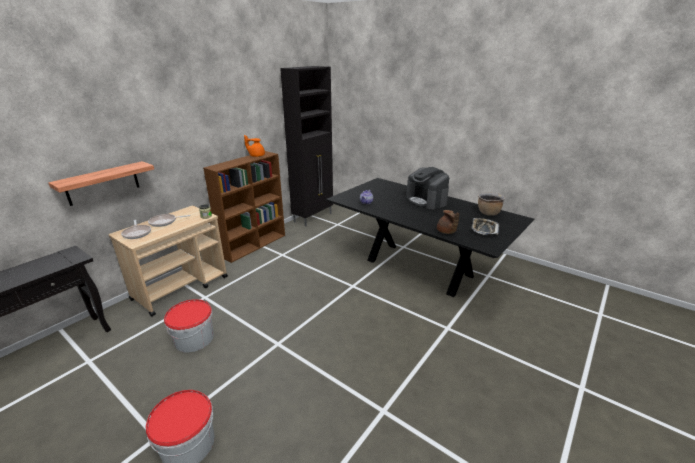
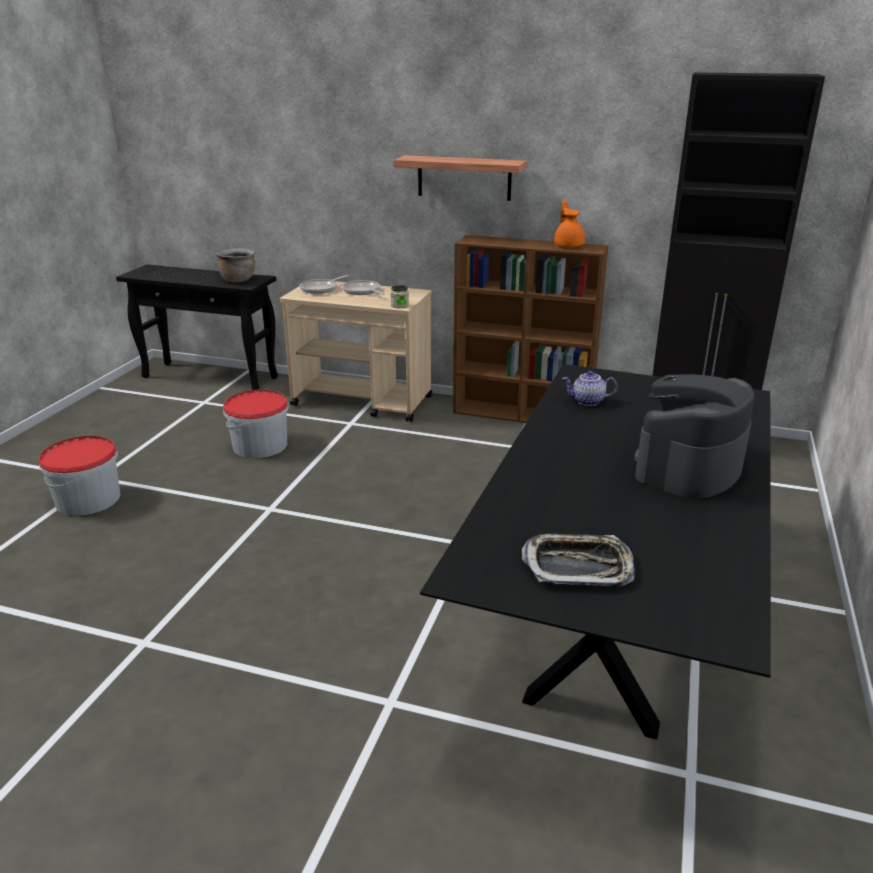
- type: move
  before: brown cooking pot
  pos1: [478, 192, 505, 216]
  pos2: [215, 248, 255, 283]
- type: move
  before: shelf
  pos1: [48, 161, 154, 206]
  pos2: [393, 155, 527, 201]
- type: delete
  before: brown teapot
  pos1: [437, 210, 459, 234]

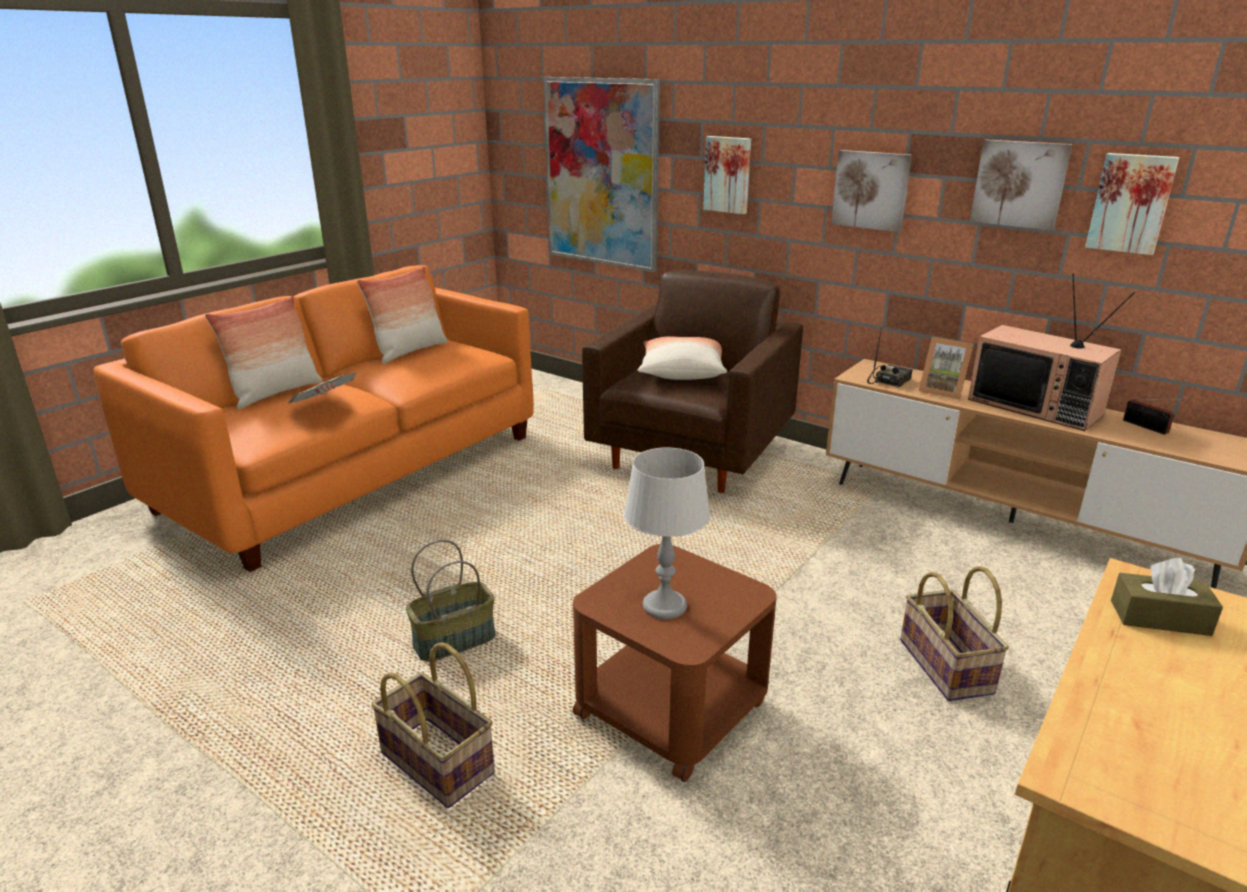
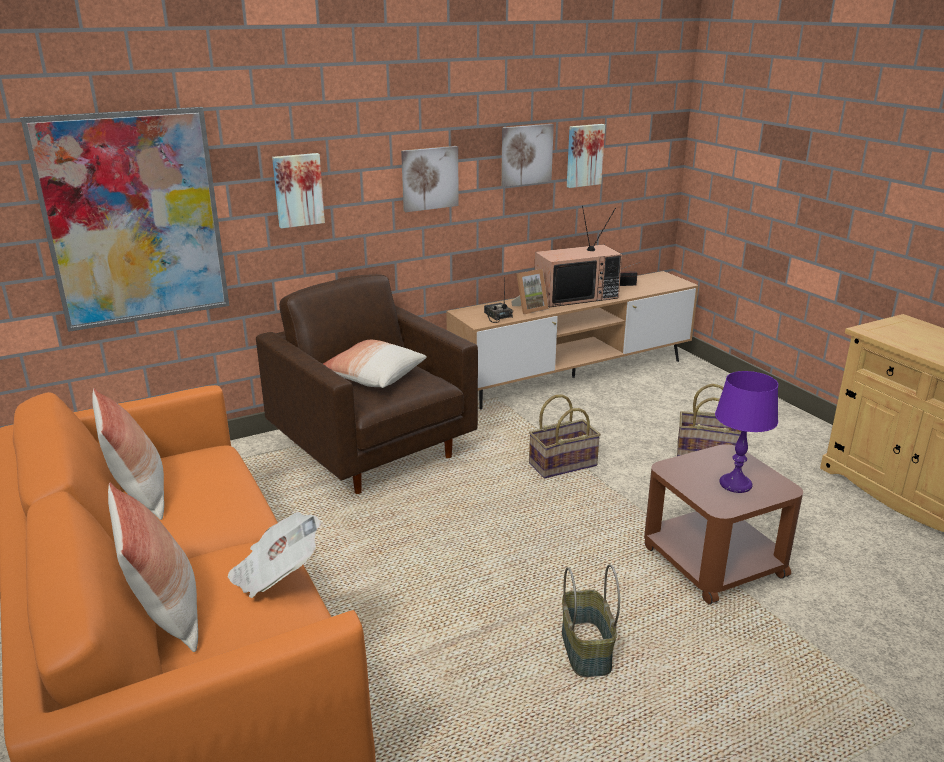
- type: move
  before: basket
  pos1: [371, 642, 495, 808]
  pos2: [529, 394, 601, 478]
- type: recolor
  before: grey table lamp
  after: purple table lamp
  pos1: [624, 447, 710, 619]
  pos2: [715, 371, 778, 493]
- type: delete
  before: brown tissue box
  pos1: [1111, 558, 1223, 636]

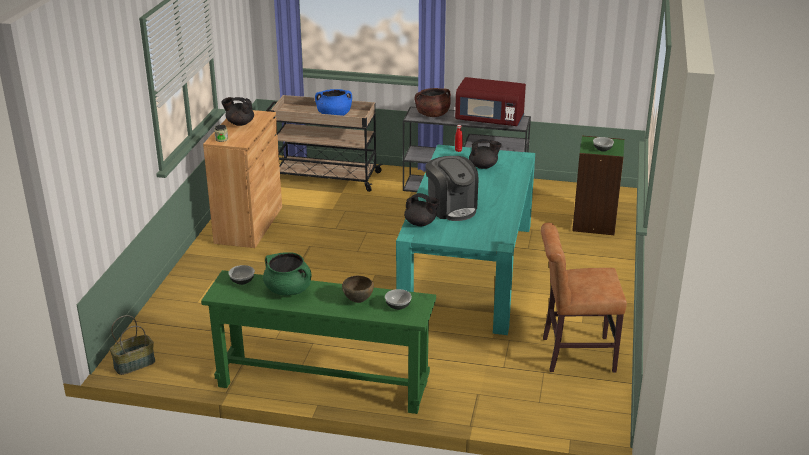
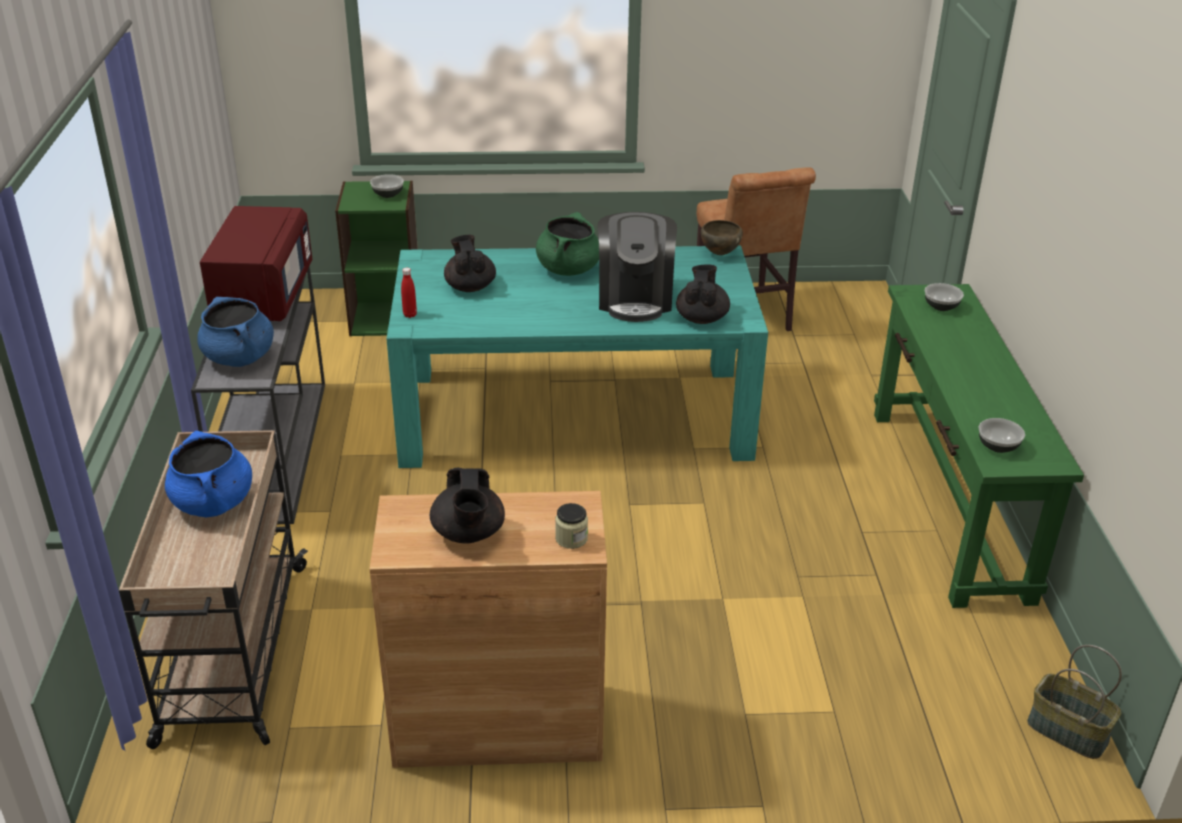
- type: recolor
  before: brown cooking pot
  after: blue cooking pot
  pos1: [415, 88, 451, 117]
  pos2: [197, 297, 274, 367]
- type: move
  before: green cooking pot
  pos1: [263, 252, 311, 295]
  pos2: [536, 212, 599, 276]
- type: rotate
  before: coffee machine
  pos1: [425, 156, 479, 221]
  pos2: [598, 212, 677, 322]
  turn: 135
- type: move
  before: brown bowl
  pos1: [342, 276, 374, 303]
  pos2: [701, 220, 743, 255]

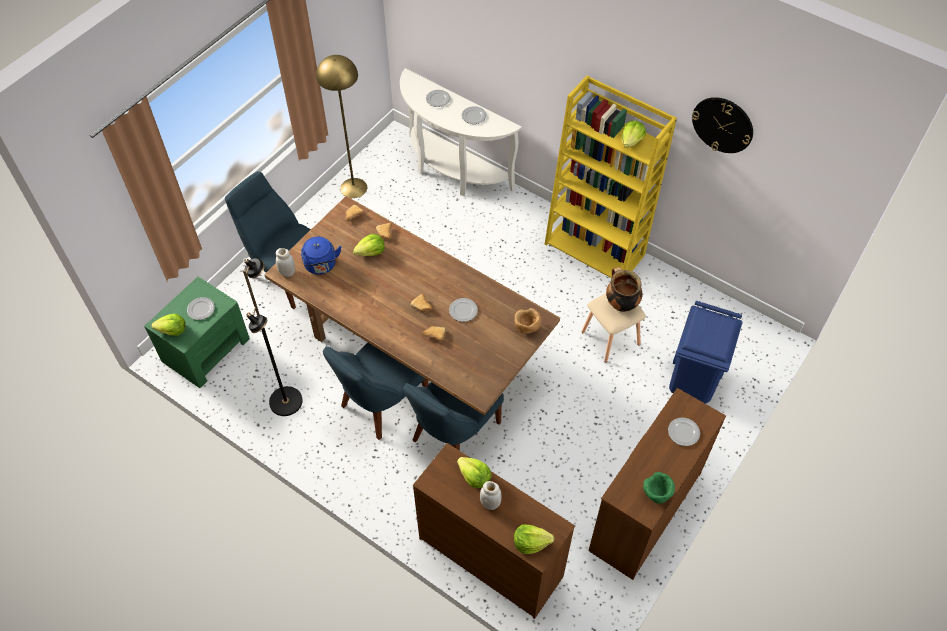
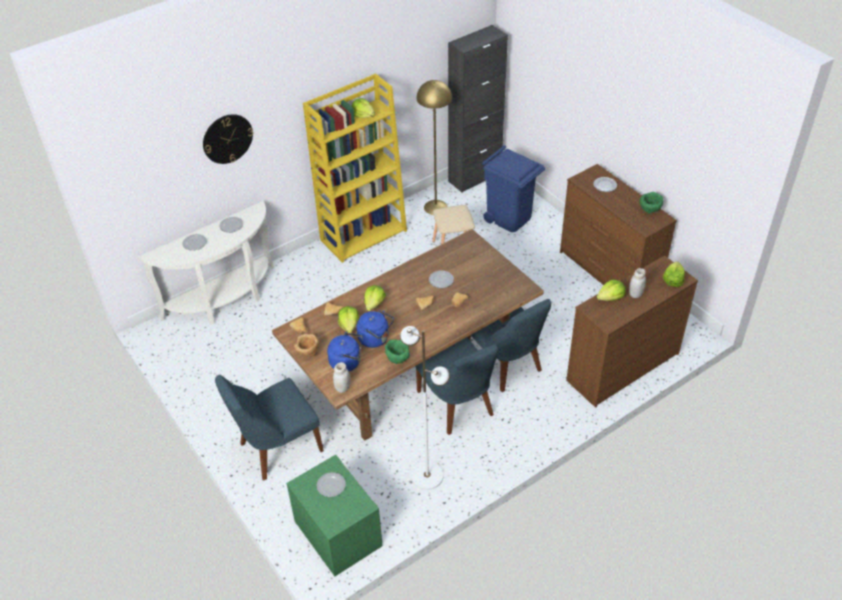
- type: move
  before: wall clock
  pos1: [692, 97, 753, 153]
  pos2: [203, 114, 253, 164]
- type: move
  before: brown bowl
  pos1: [515, 308, 541, 334]
  pos2: [294, 333, 319, 357]
- type: insert
  after: blue kettle
  pos2: [357, 310, 394, 348]
- type: move
  before: lettuce
  pos1: [151, 314, 186, 336]
  pos2: [364, 285, 386, 311]
- type: insert
  after: green bowl
  pos2: [385, 340, 410, 364]
- type: recolor
  before: black floor lamp
  after: white floor lamp
  pos1: [243, 258, 303, 416]
  pos2: [400, 326, 450, 490]
- type: move
  before: yellow floor lamp
  pos1: [316, 55, 367, 198]
  pos2: [417, 80, 452, 215]
- type: insert
  after: black cabinet
  pos2: [448, 25, 508, 193]
- type: delete
  before: cooking pot
  pos1: [606, 267, 642, 312]

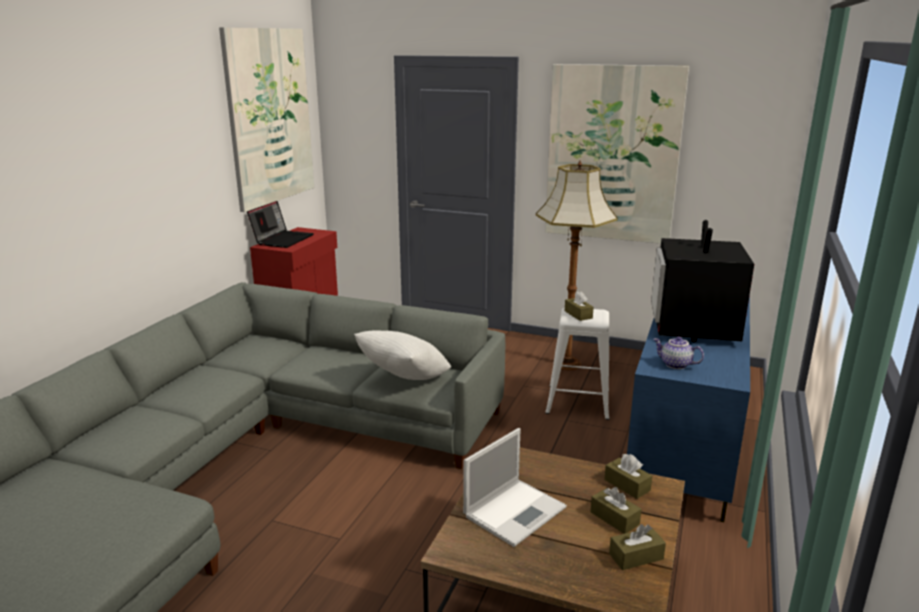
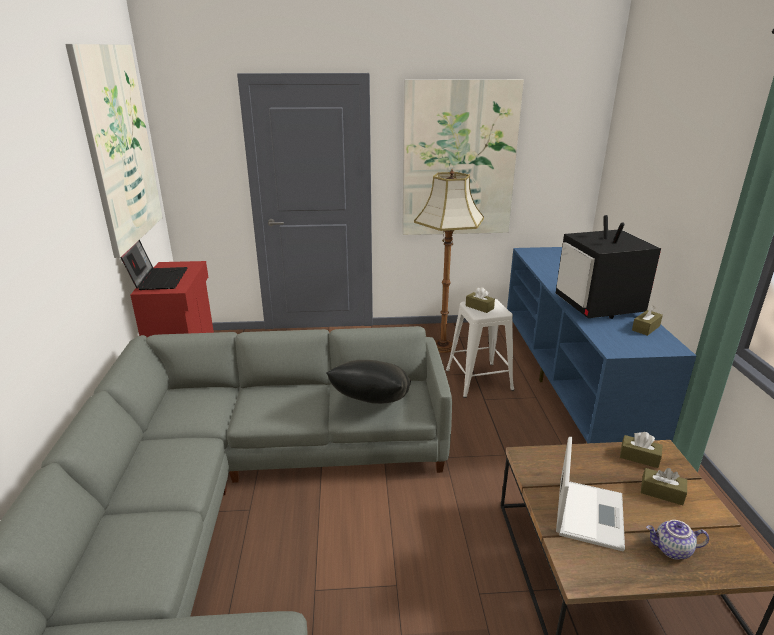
- type: recolor
  before: white pillow
  after: black pillow
  pos1: [354, 331, 451, 380]
  pos2: [326, 360, 411, 404]
- type: move
  before: brown tissue box
  pos1: [609, 524, 666, 570]
  pos2: [632, 305, 663, 336]
- type: move
  before: teapot
  pos1: [653, 337, 704, 369]
  pos2: [646, 520, 709, 560]

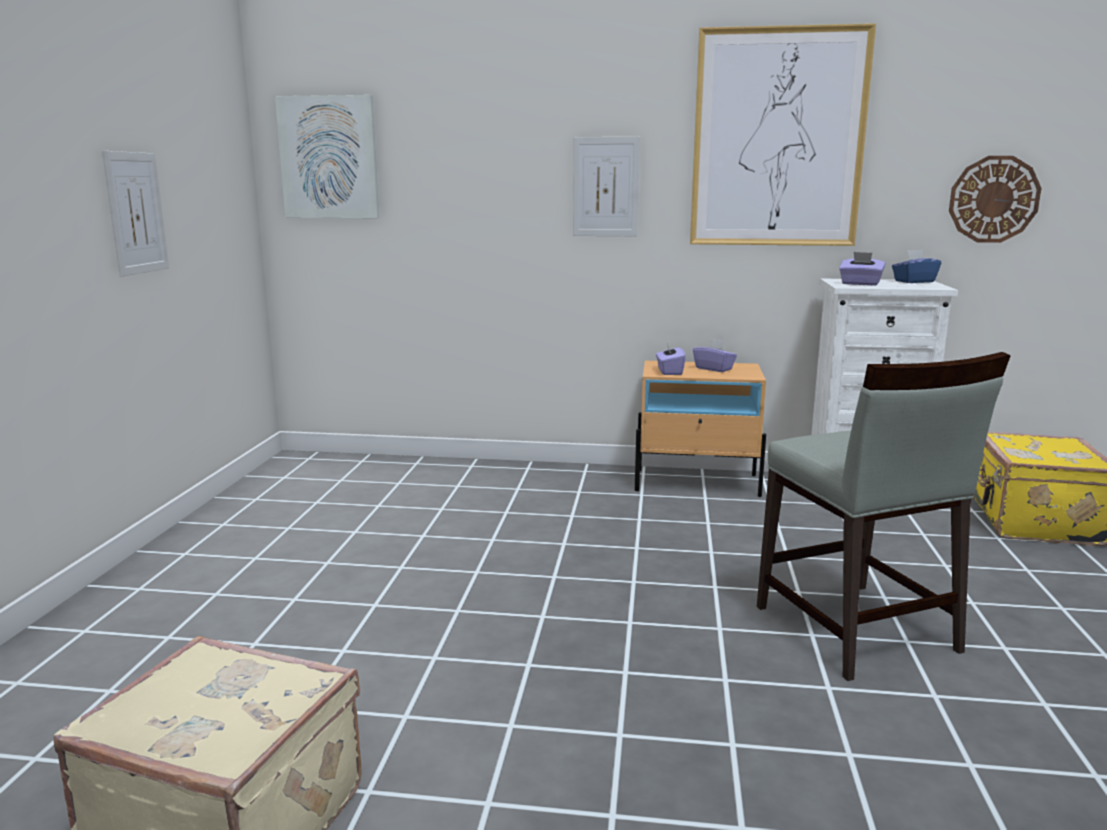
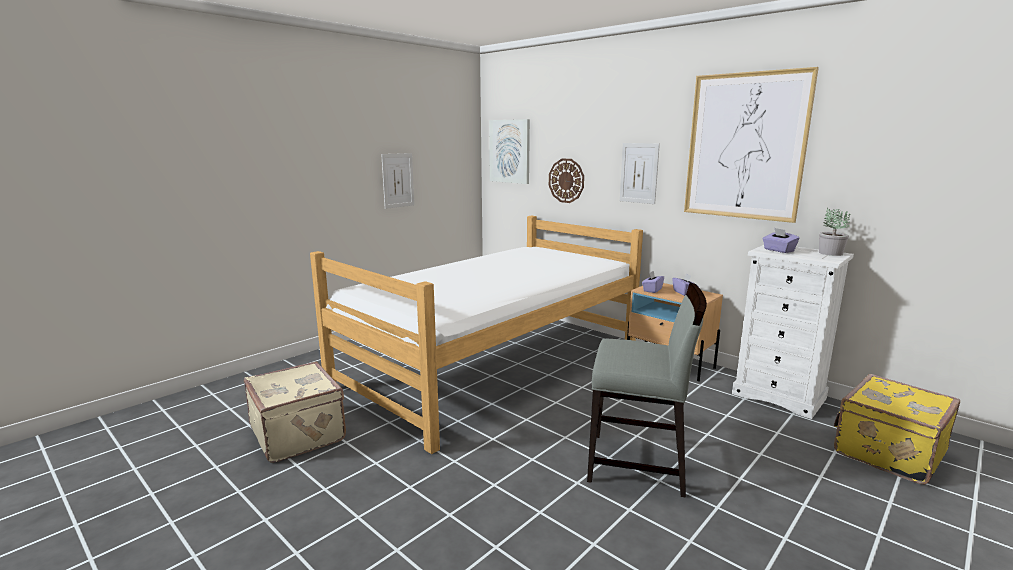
- type: insert
  after: bed
  pos2: [310, 216, 643, 454]
- type: move
  before: wall clock
  pos1: [949, 156, 1041, 243]
  pos2: [549, 158, 584, 203]
- type: rotate
  before: grey chair
  pos1: [757, 352, 1011, 681]
  pos2: [587, 283, 707, 498]
  turn: -90
- type: replace
  before: blue tissue box
  after: potted plant
  pos1: [892, 250, 941, 283]
  pos2: [819, 208, 850, 256]

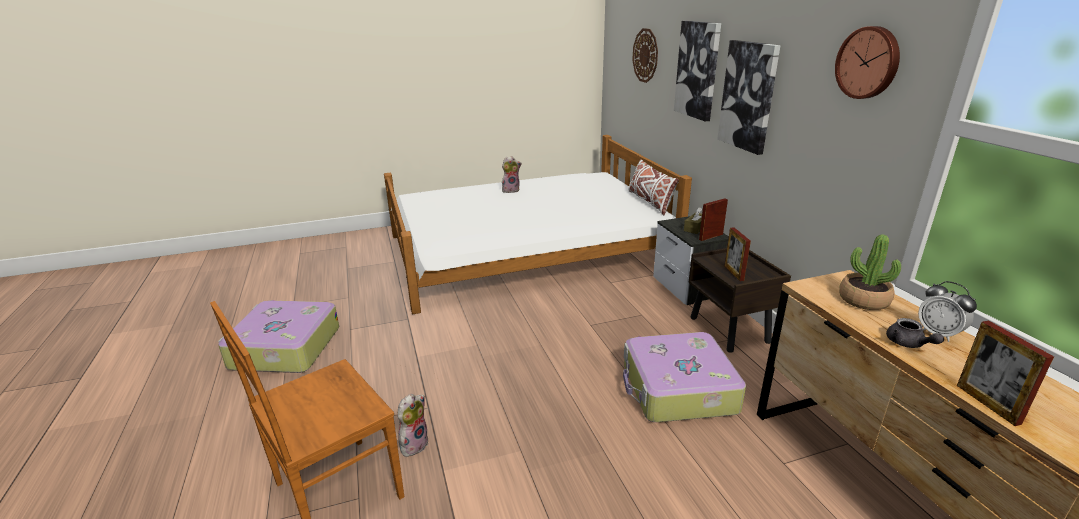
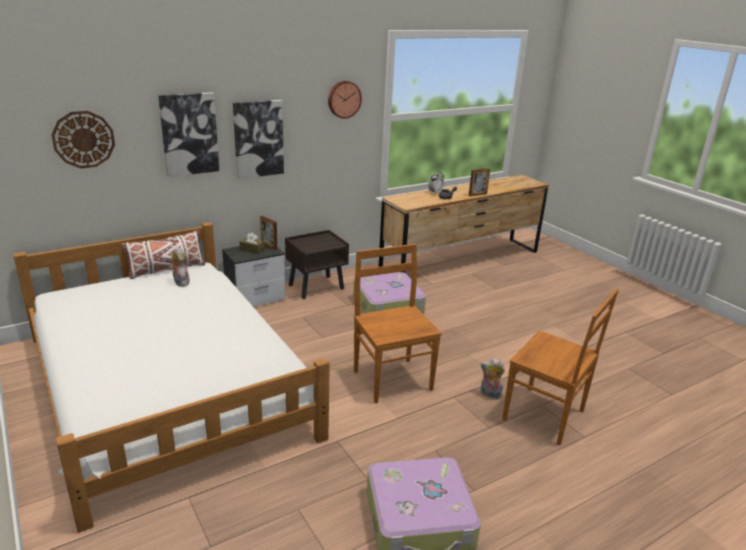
- type: move
  before: plush toy
  pos1: [502, 156, 522, 193]
  pos2: [170, 247, 190, 287]
- type: insert
  after: brown chair
  pos2: [354, 244, 442, 403]
- type: delete
  before: picture frame
  pos1: [725, 228, 751, 281]
- type: delete
  before: potted plant
  pos1: [839, 234, 901, 310]

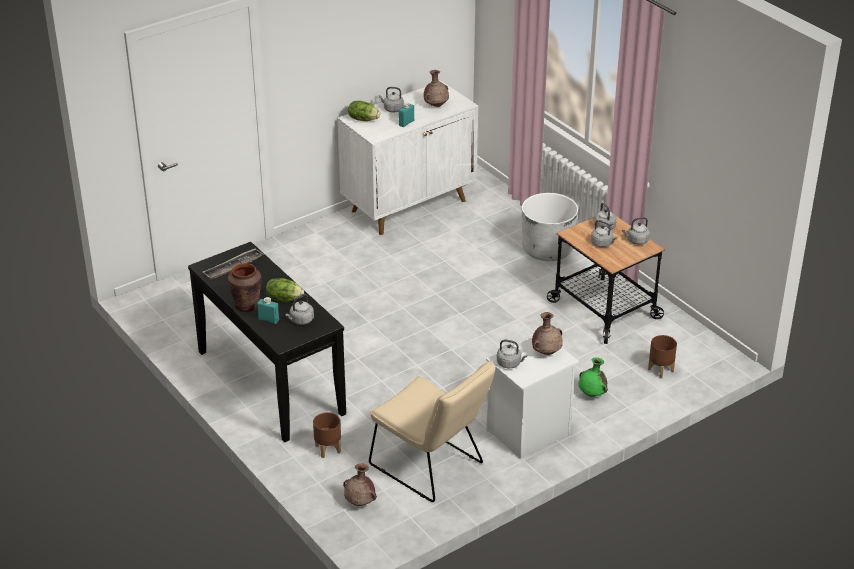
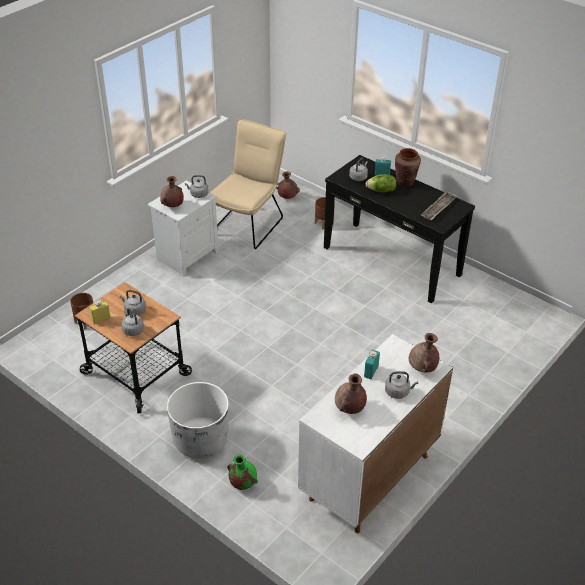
- type: replace
  before: grey kettle
  after: yellow bottle
  pos1: [622, 217, 650, 245]
  pos2: [90, 300, 111, 324]
- type: rotate
  before: beige chair
  pos1: [369, 360, 495, 502]
  pos2: [210, 119, 286, 249]
  turn: 90
- type: move
  before: green vase
  pos1: [579, 357, 608, 397]
  pos2: [227, 454, 258, 490]
- type: replace
  before: lettuce
  after: brown vase
  pos1: [348, 101, 380, 121]
  pos2: [409, 333, 439, 373]

